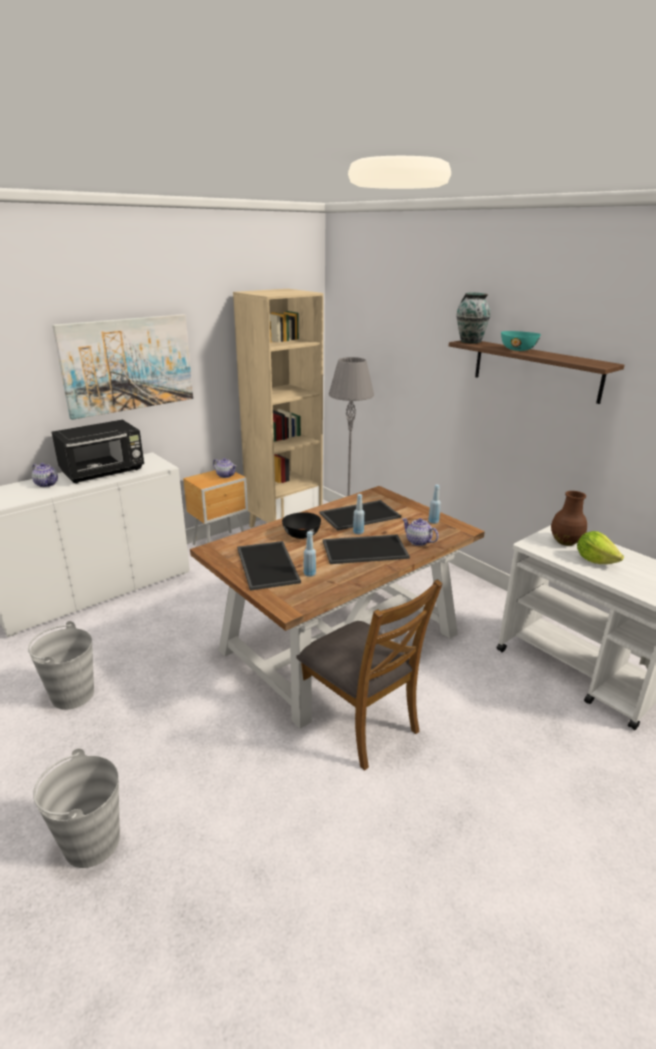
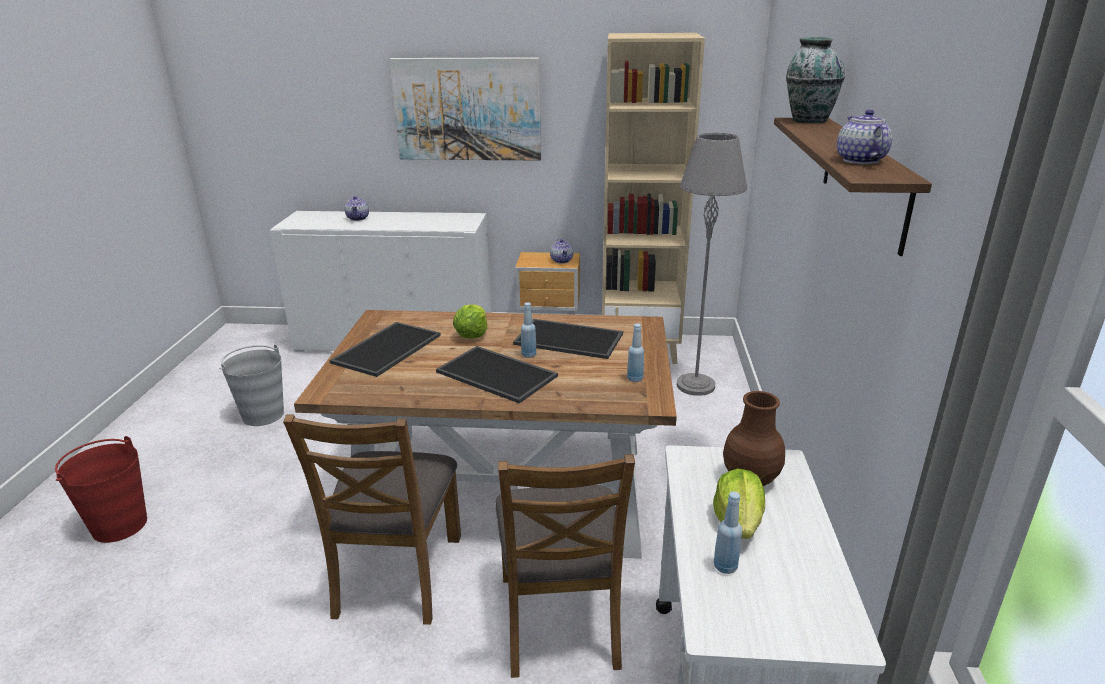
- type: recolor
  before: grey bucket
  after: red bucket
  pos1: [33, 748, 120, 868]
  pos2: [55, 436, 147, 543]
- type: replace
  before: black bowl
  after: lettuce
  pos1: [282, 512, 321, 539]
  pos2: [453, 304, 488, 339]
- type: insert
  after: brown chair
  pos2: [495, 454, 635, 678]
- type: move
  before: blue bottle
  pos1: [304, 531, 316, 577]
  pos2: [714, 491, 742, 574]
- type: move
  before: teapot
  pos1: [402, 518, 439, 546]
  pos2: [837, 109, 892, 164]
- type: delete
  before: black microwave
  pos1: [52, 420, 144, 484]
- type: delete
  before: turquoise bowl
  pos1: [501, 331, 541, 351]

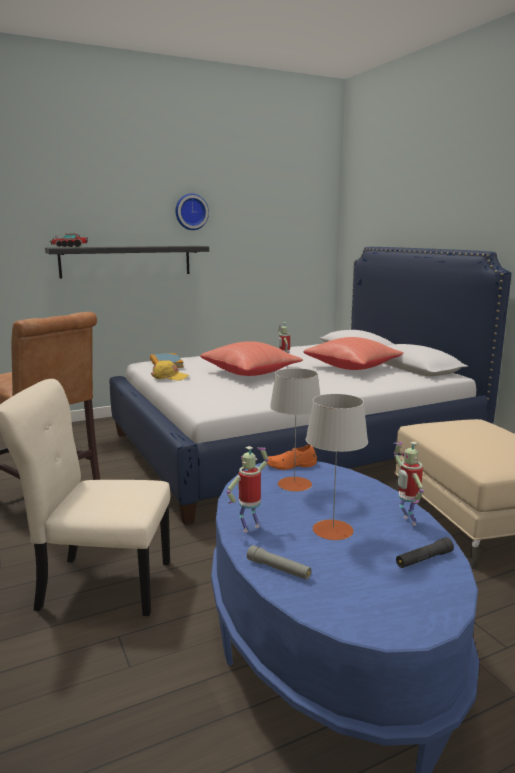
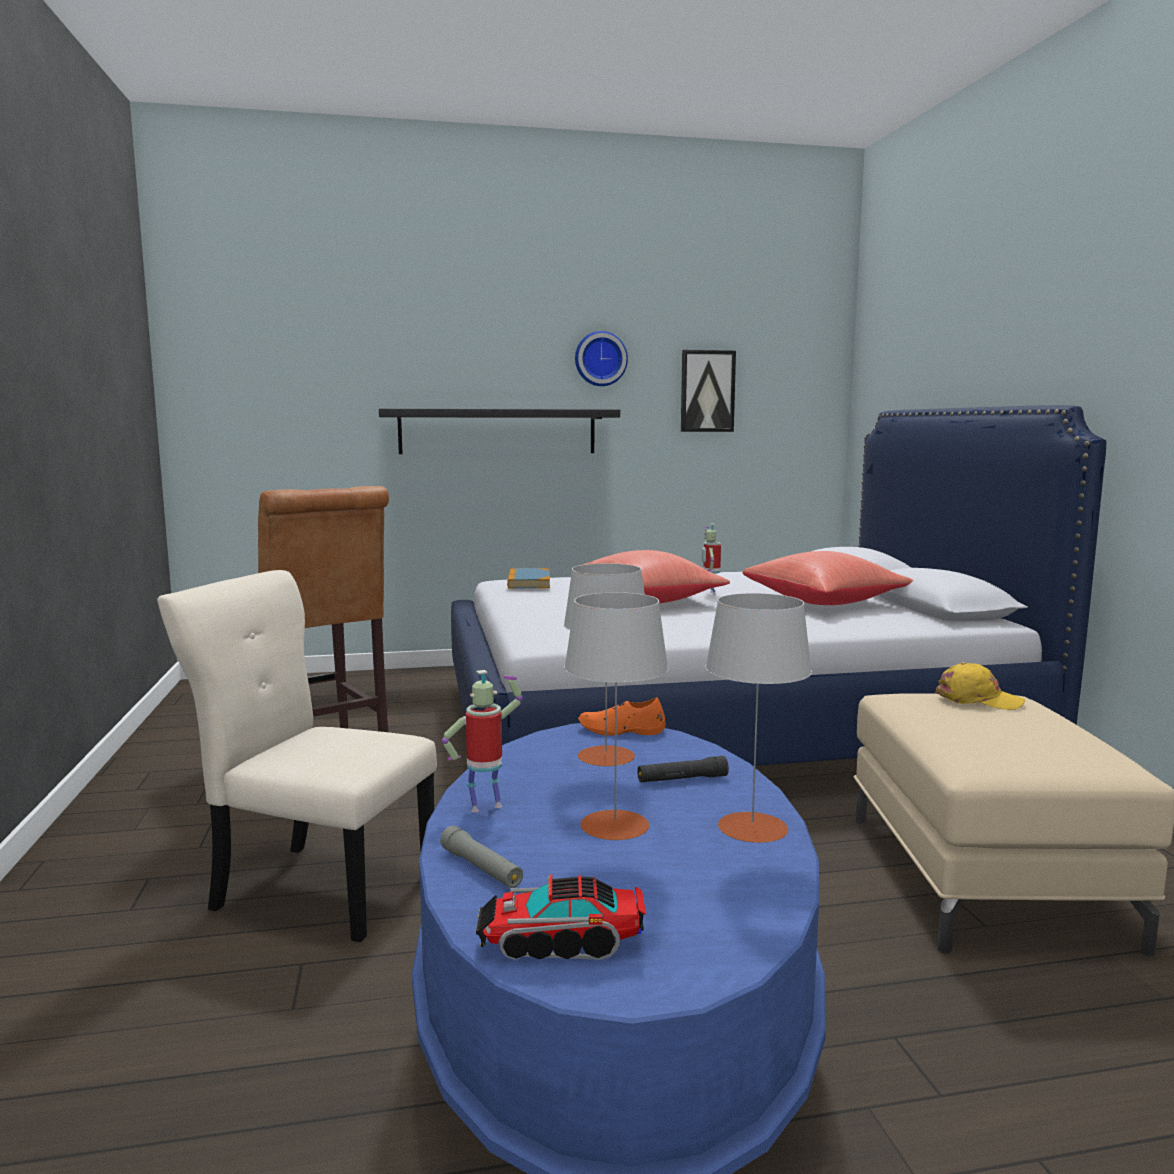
- type: move
  before: toy truck
  pos1: [50, 233, 88, 248]
  pos2: [475, 875, 646, 960]
- type: move
  before: black flashlight
  pos1: [396, 537, 454, 568]
  pos2: [637, 756, 729, 782]
- type: insert
  after: picture
  pos2: [681, 350, 736, 432]
- type: replace
  before: toy robot
  after: grey table lamp
  pos1: [394, 442, 424, 526]
  pos2: [705, 593, 812, 843]
- type: move
  before: yellow cap
  pos1: [151, 360, 189, 381]
  pos2: [936, 662, 1025, 710]

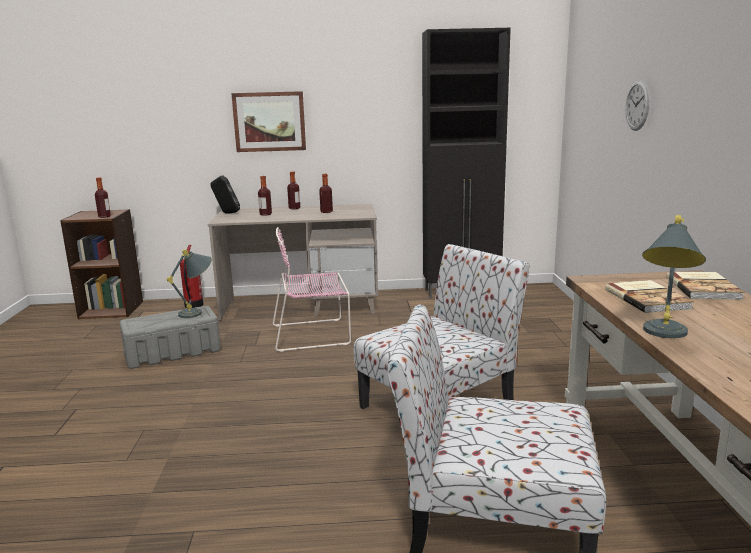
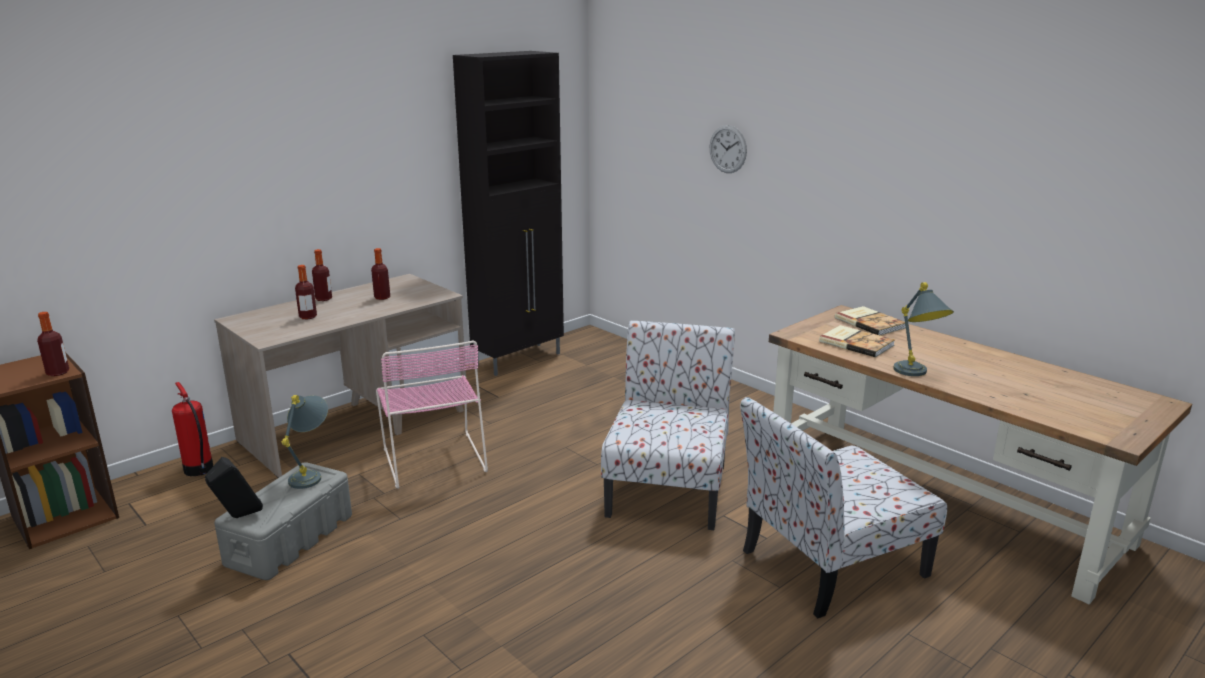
- type: move
  before: black speaker
  pos1: [211, 175, 240, 214]
  pos2: [205, 457, 263, 518]
- type: rotate
  before: pink chair
  pos1: [273, 227, 351, 352]
  pos2: [376, 341, 488, 489]
  turn: -60
- type: delete
  before: picture
  pos1: [231, 91, 306, 152]

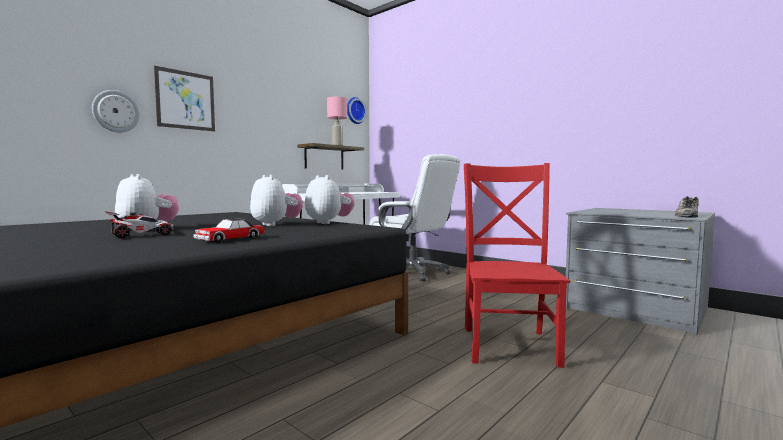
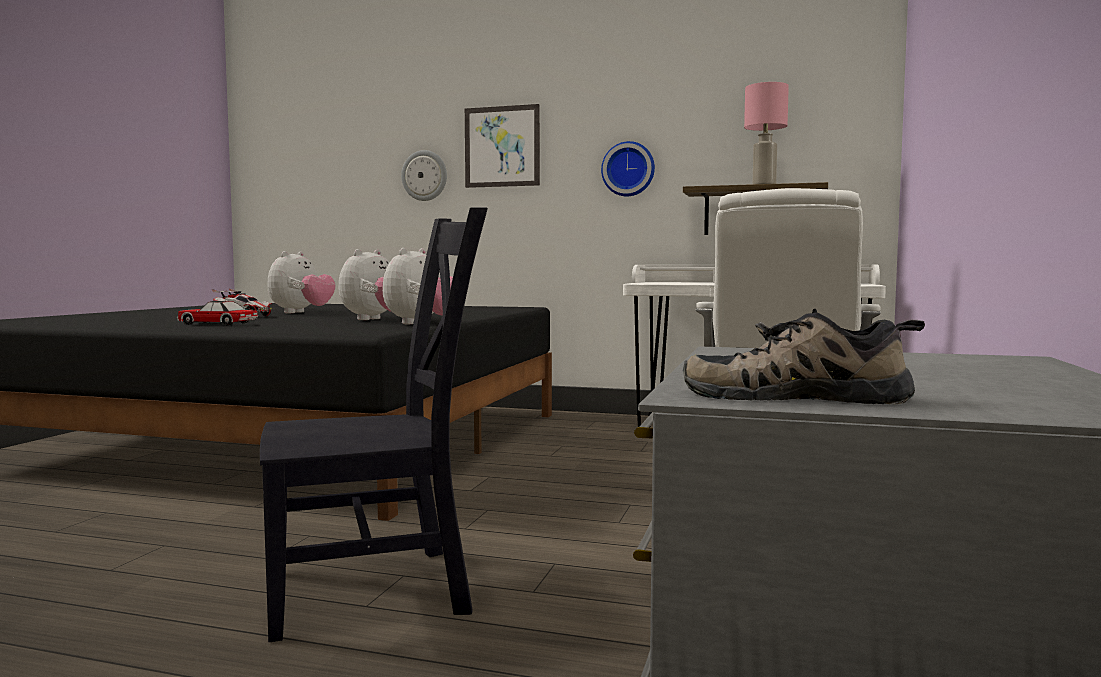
- type: recolor
  before: red chair
  after: black chair
  pos1: [464, 163, 570, 368]
  pos2: [260, 207, 488, 642]
- type: move
  before: wall clock
  pos1: [347, 97, 367, 124]
  pos2: [601, 141, 655, 196]

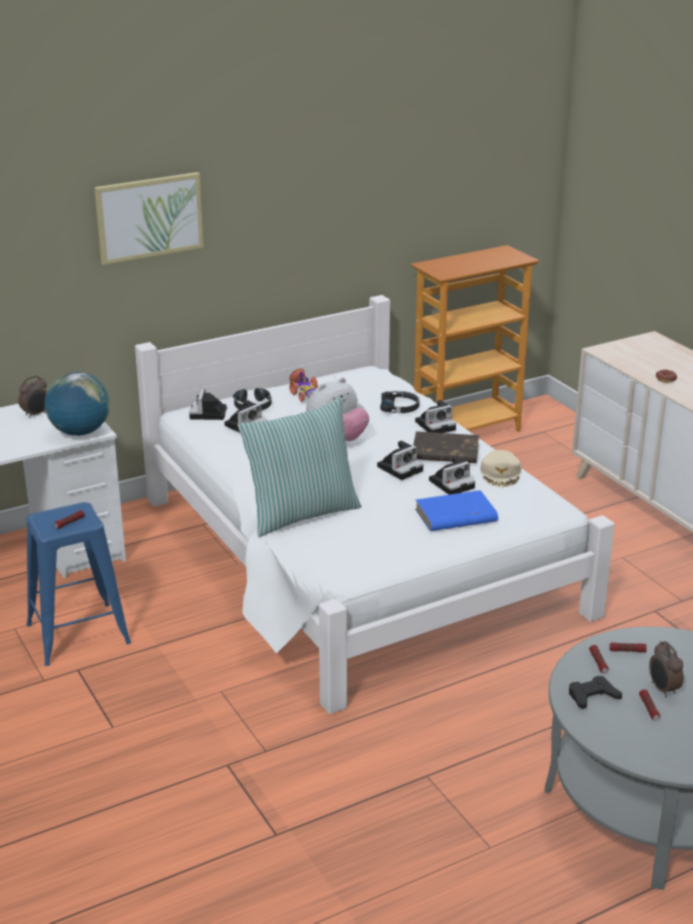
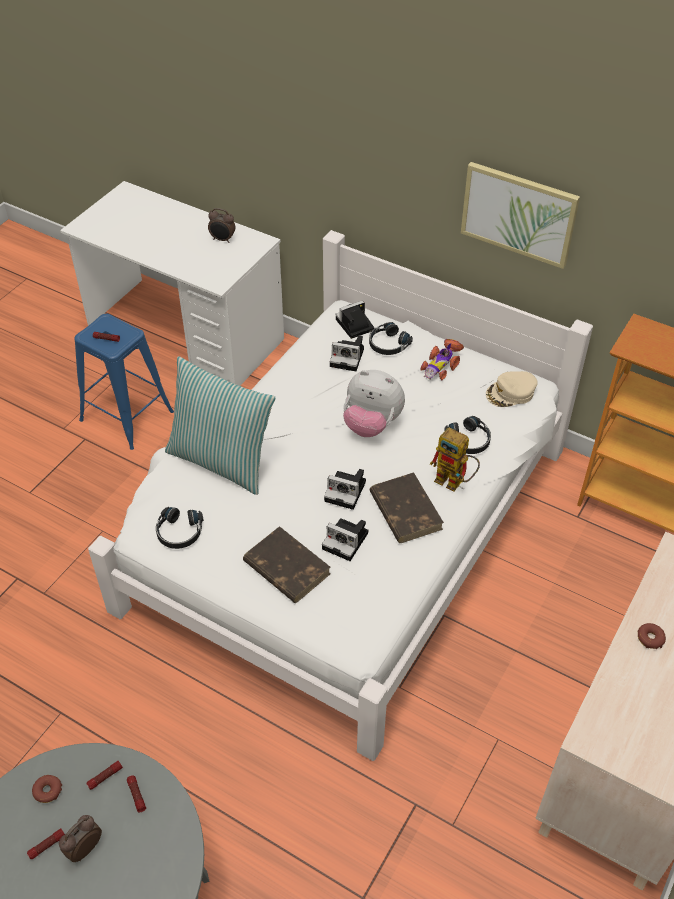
- type: replace
  before: black game controller
  after: donut
  pos1: [569, 676, 622, 709]
  pos2: [32, 775, 62, 803]
- type: insert
  after: black headphones
  pos2: [156, 507, 204, 549]
- type: recolor
  before: blue book
  after: brown book
  pos1: [415, 490, 498, 531]
  pos2: [243, 526, 331, 603]
- type: replace
  before: photo camera
  after: toy robot
  pos1: [415, 400, 456, 433]
  pos2: [430, 428, 480, 491]
- type: move
  before: picture
  pos1: [94, 172, 204, 265]
  pos2: [461, 162, 580, 269]
- type: move
  before: beige cap
  pos1: [480, 450, 521, 487]
  pos2: [486, 371, 538, 407]
- type: delete
  before: globe
  pos1: [45, 372, 109, 436]

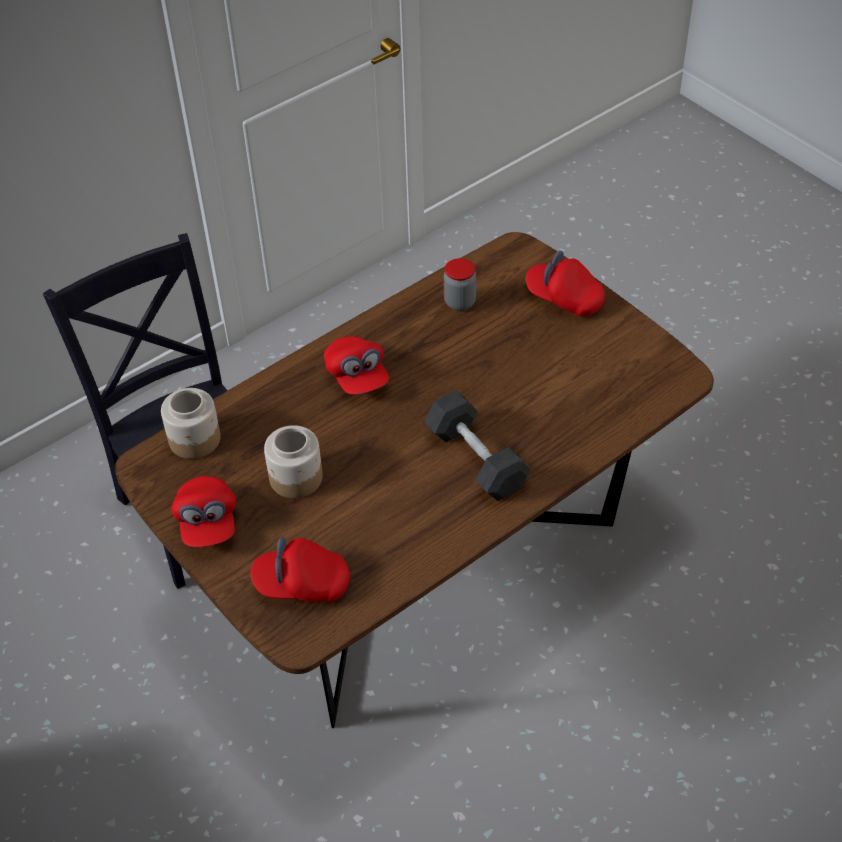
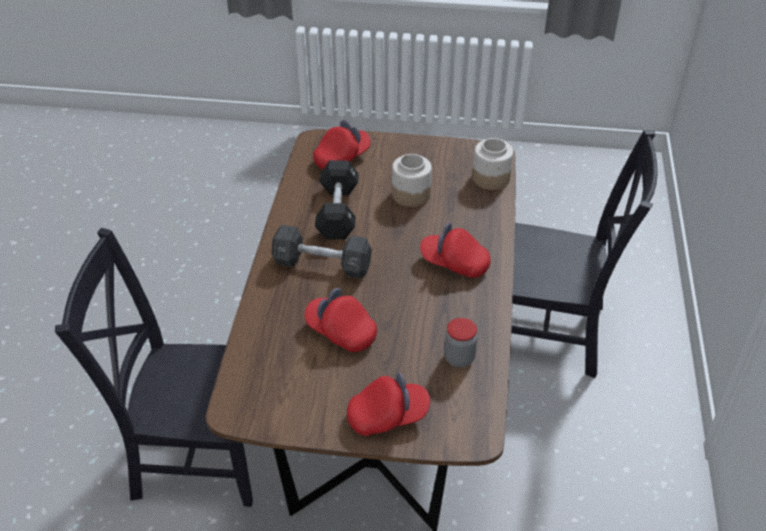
- type: insert
  after: black chair
  pos2: [55, 228, 253, 507]
- type: move
  before: red cap
  pos1: [171, 476, 236, 547]
  pos2: [305, 288, 377, 352]
- type: insert
  after: black dumbbell
  pos2: [315, 160, 359, 239]

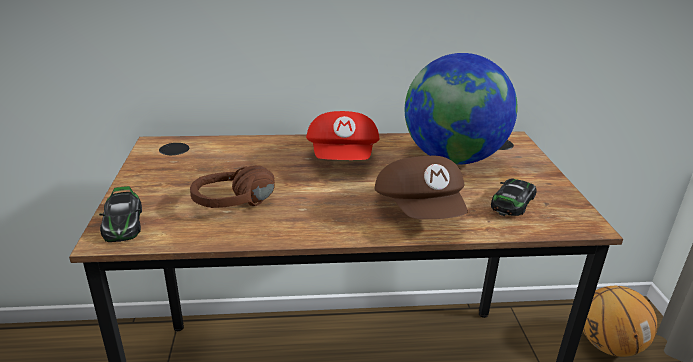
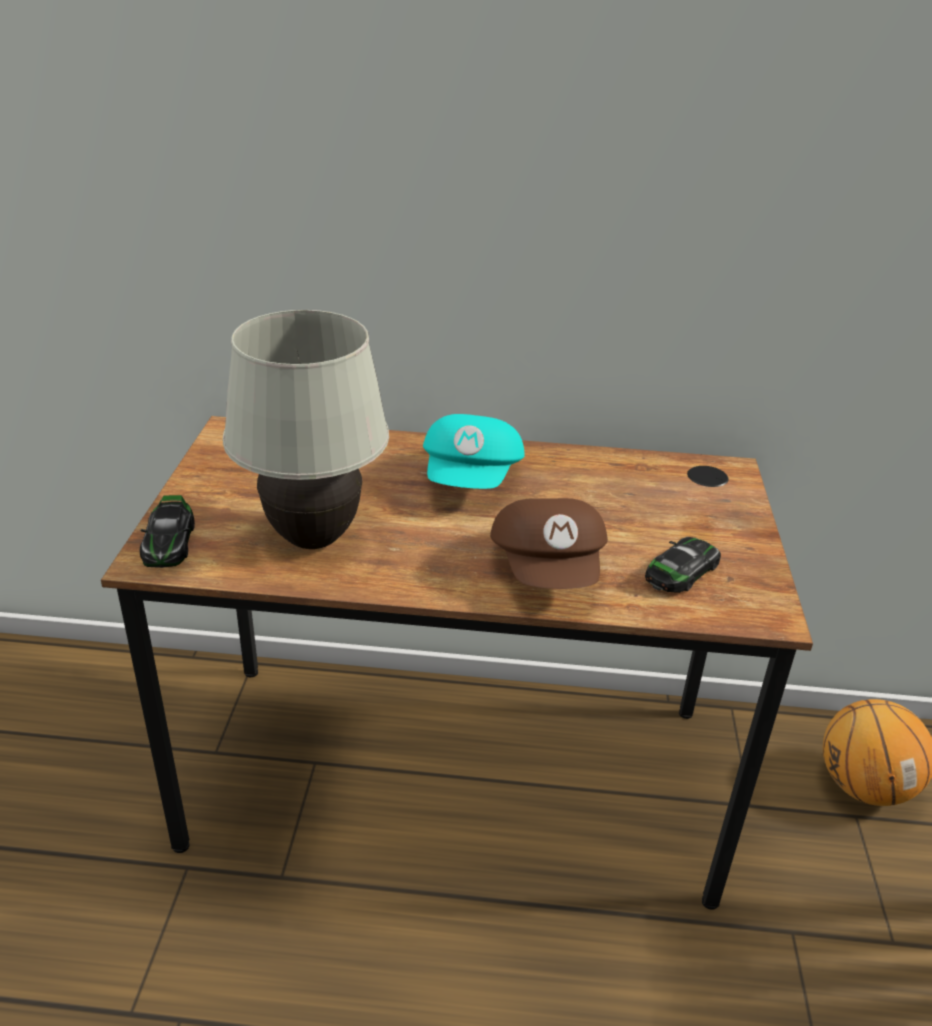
- type: replace
  before: brown headphones
  after: white table lamp
  pos1: [190, 165, 275, 208]
  pos2: [223, 310, 389, 549]
- type: recolor
  before: red cap
  after: turquoise cap
  pos1: [306, 111, 380, 160]
  pos2: [423, 414, 525, 489]
- type: delete
  before: globe
  pos1: [405, 53, 517, 164]

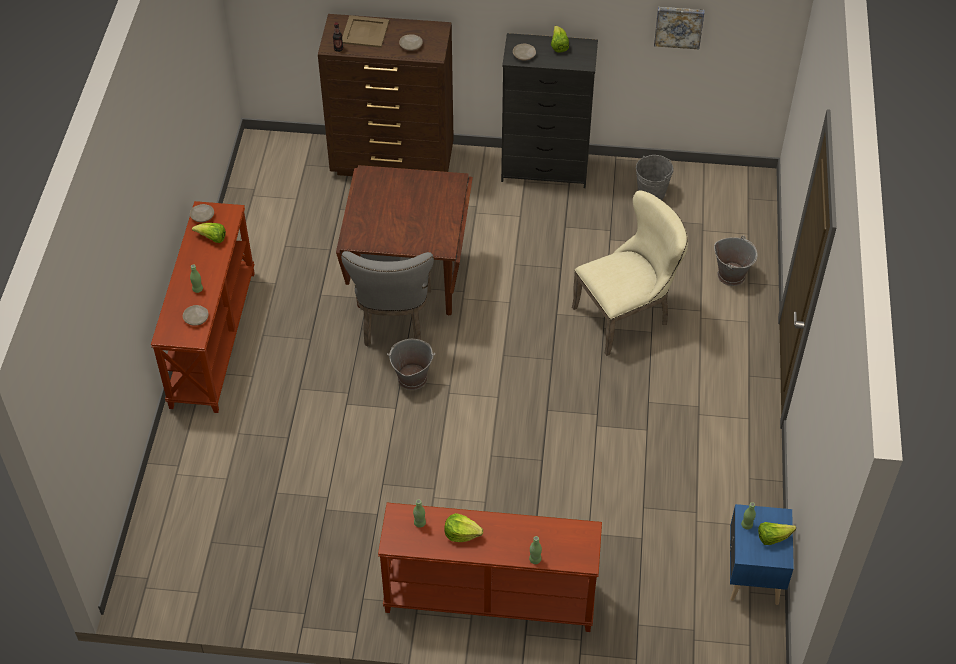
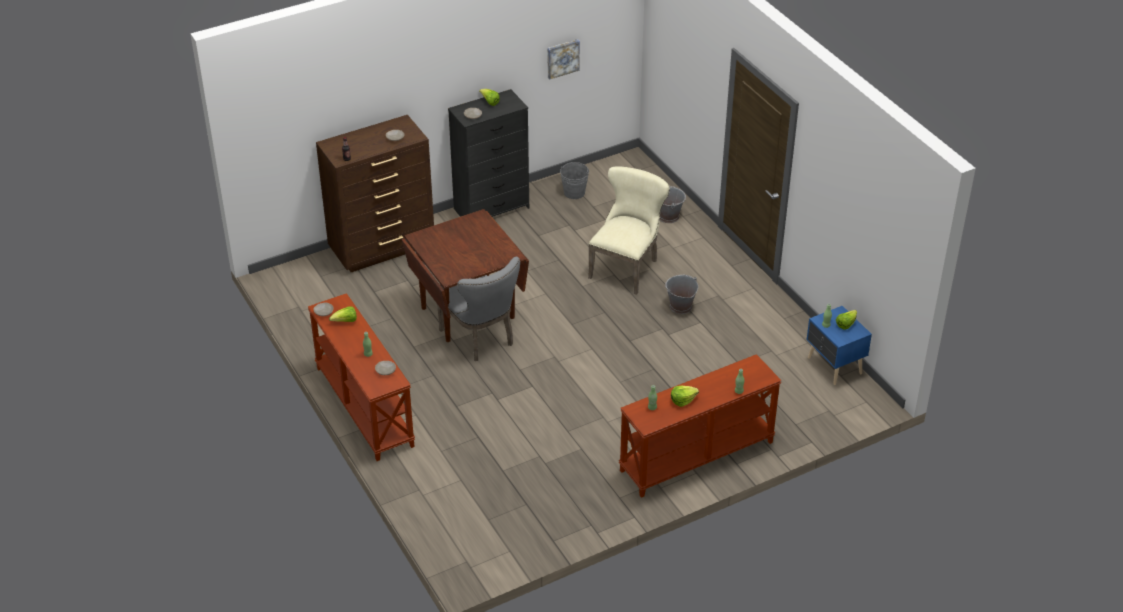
- type: move
  before: grey bucket
  pos1: [387, 339, 435, 390]
  pos2: [665, 275, 698, 314]
- type: delete
  before: beige tray
  pos1: [342, 15, 389, 48]

